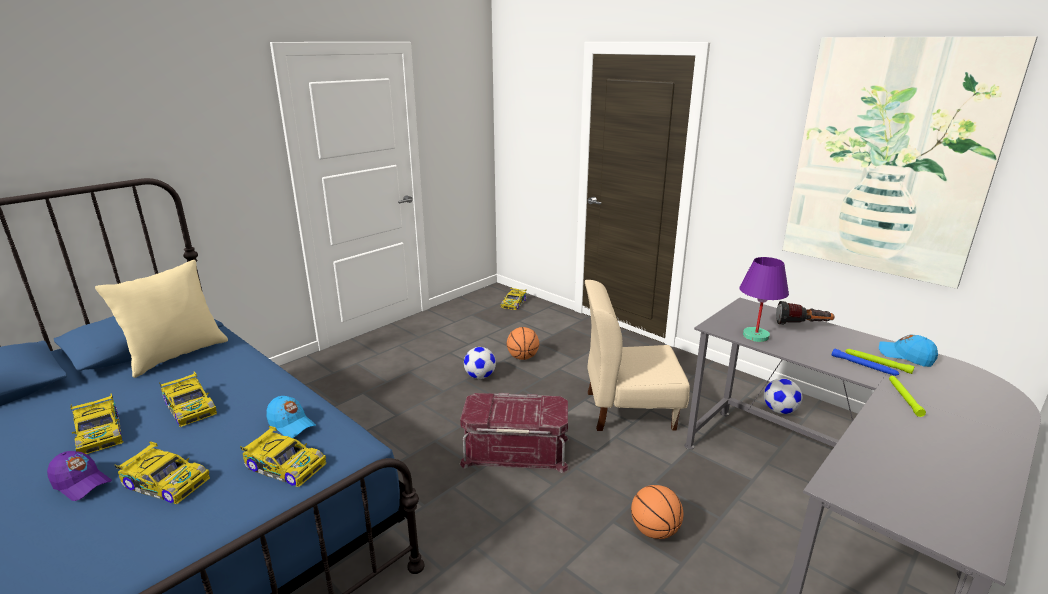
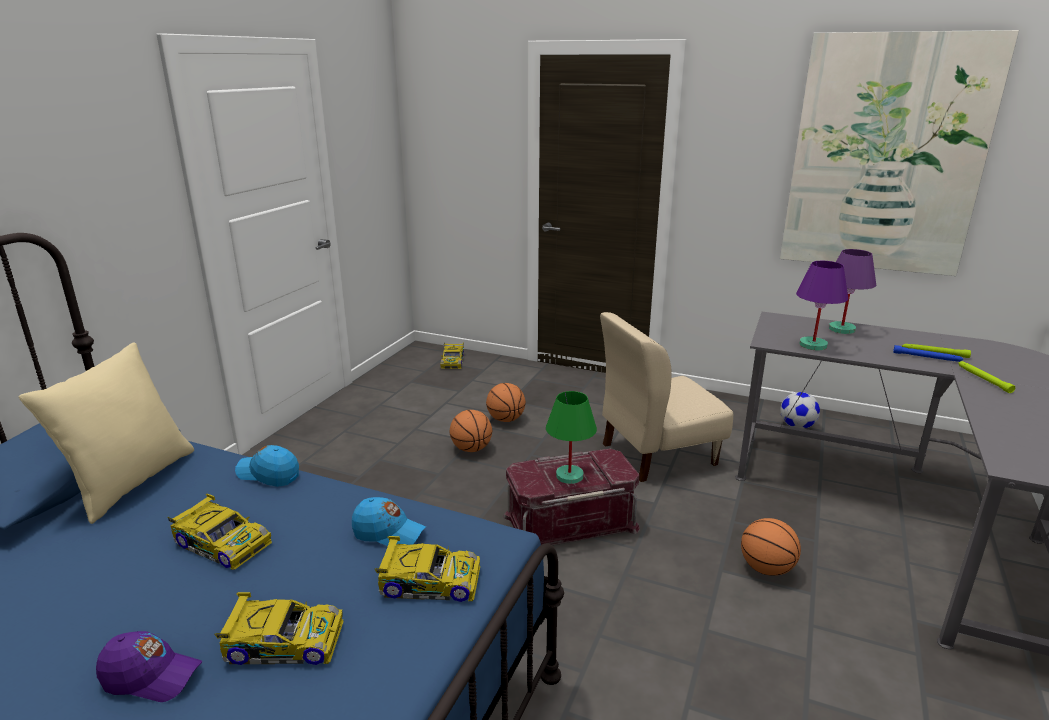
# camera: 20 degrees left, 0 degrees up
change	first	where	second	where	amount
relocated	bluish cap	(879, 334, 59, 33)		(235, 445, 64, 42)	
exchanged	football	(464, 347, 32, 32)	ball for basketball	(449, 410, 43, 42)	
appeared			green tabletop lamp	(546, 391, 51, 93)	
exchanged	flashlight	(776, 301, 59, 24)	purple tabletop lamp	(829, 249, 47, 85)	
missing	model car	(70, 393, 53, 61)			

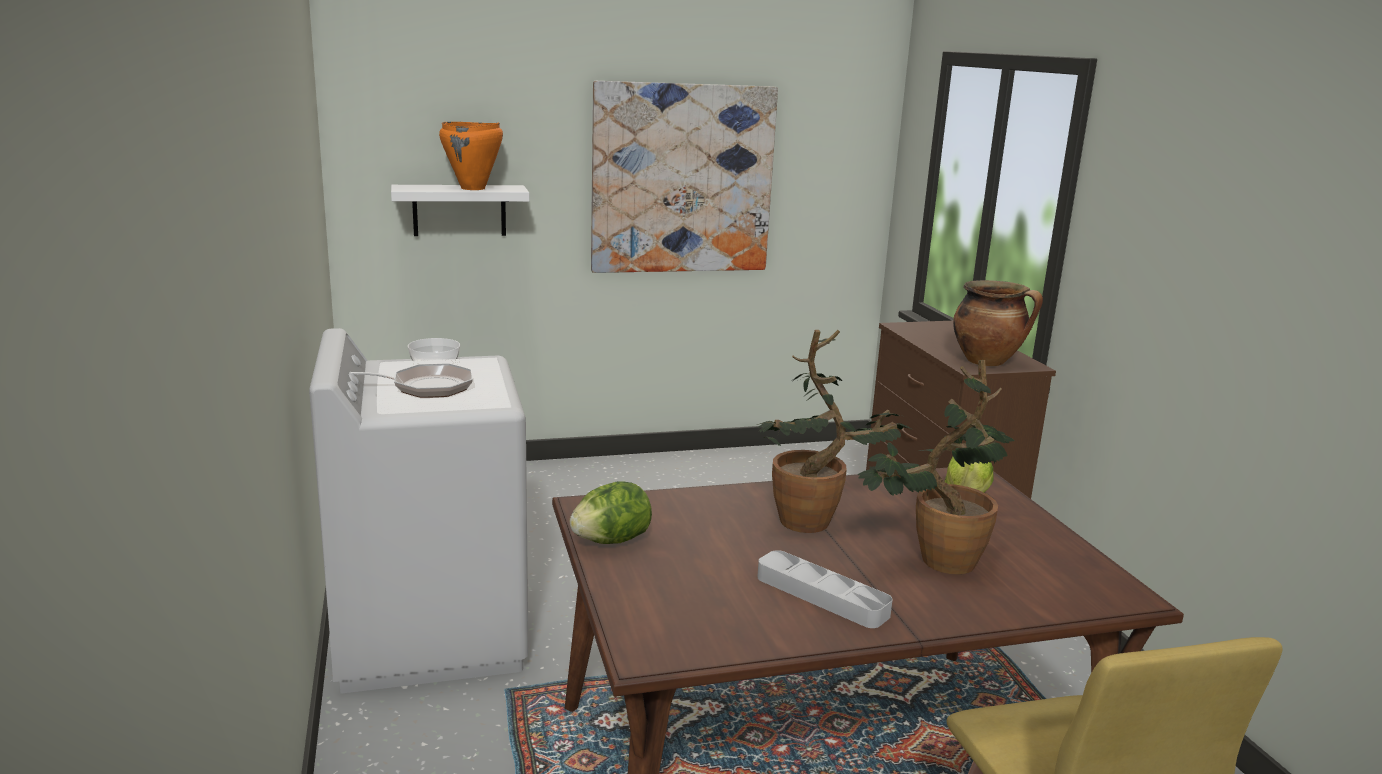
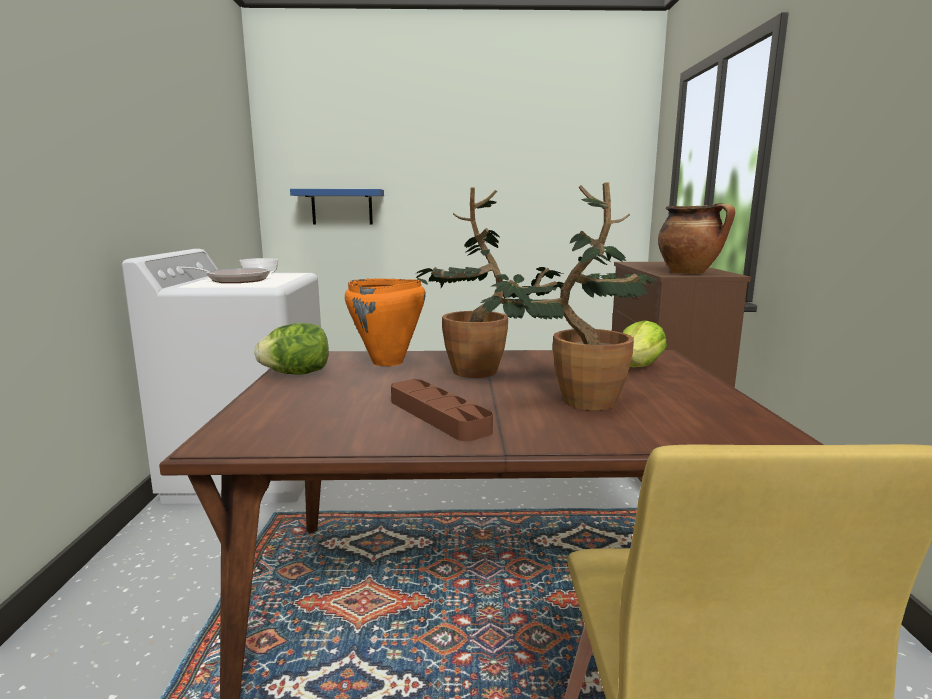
# camera: 15 degrees right, 5 degrees down
change	first	where	second	where	amount
colour	whitish wall shelf	(391, 185, 138, 51)	bluish wall shelf	(290, 189, 94, 35)	
relocated	orange stockpot	(439, 122, 64, 68)		(345, 279, 81, 87)	
colour	gray tray	(757, 550, 136, 78)	brown-coloured tray	(391, 379, 102, 62)	
missing	wall art	(591, 81, 187, 192)			

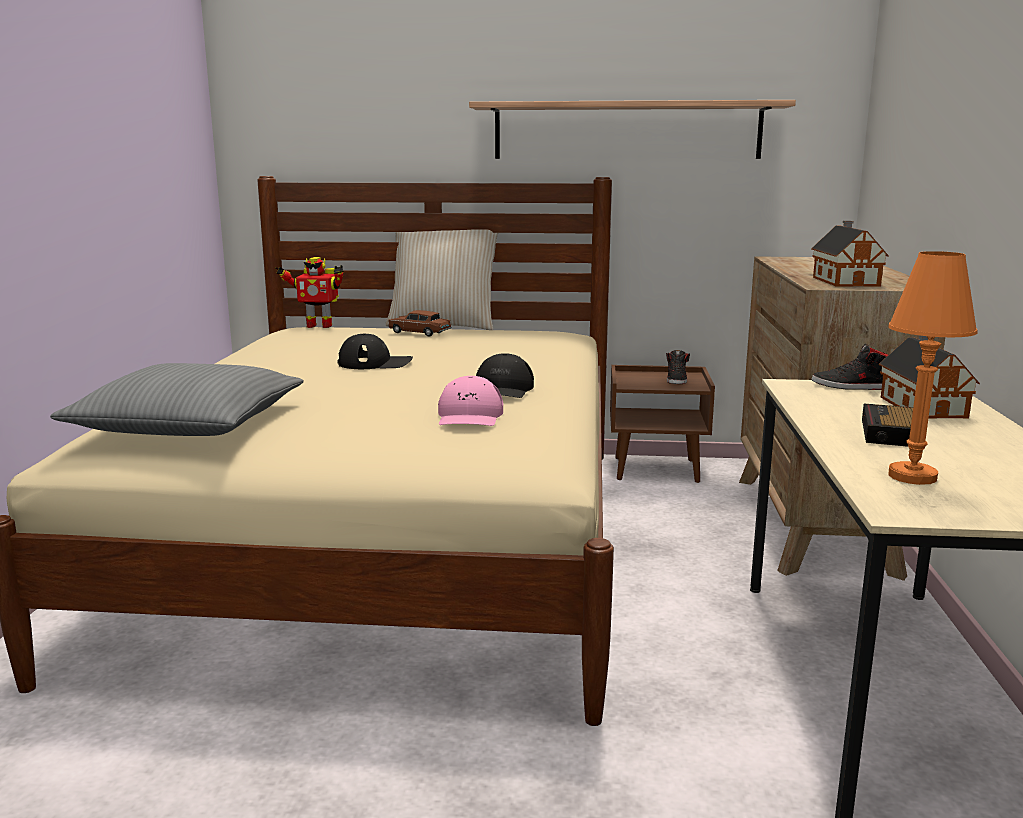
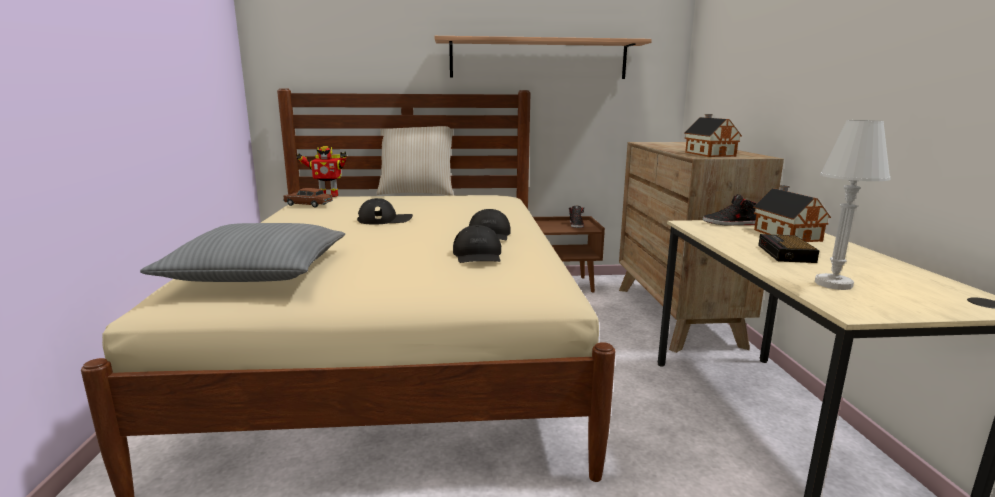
# camera: 10 degrees left, 0 degrees up
change	first	where	second	where	amount
relocated	brown-coloured model car	(388, 310, 64, 27)		(283, 188, 50, 19)	
colour	pinkish cap	(438, 376, 65, 50)	black-coloured cap	(453, 225, 48, 38)	
colour	orange tabletop lamp	(888, 251, 90, 234)	whitish tabletop lamp	(815, 120, 76, 170)	

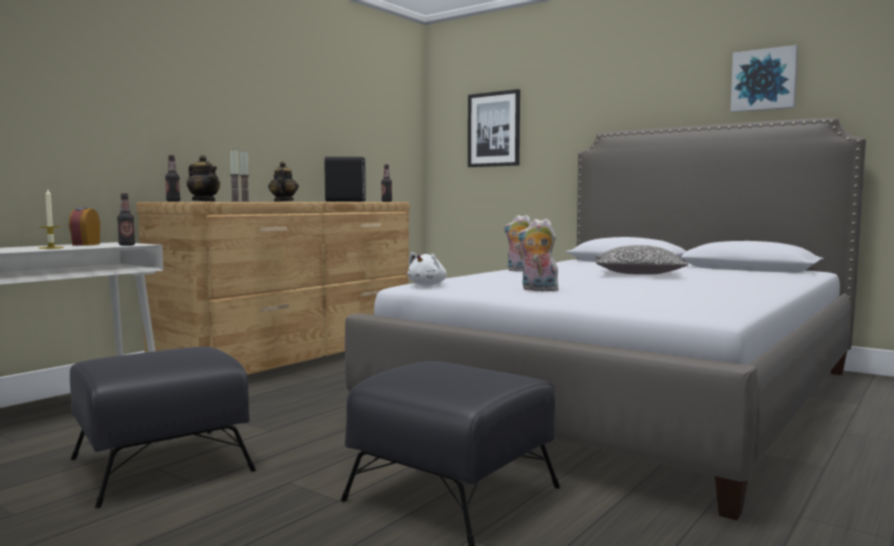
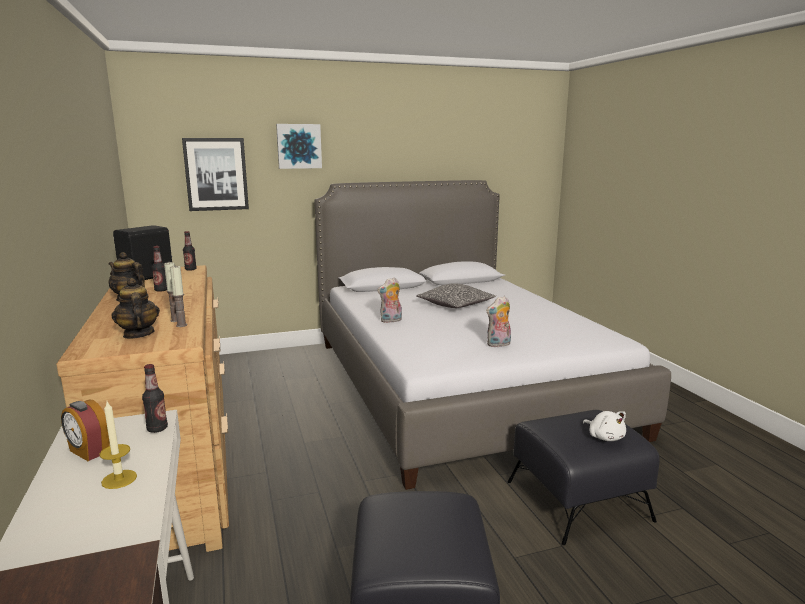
# camera: 55 degrees left, 10 degrees up
change	first	where	second	where	amount
spun	teapot	(187, 155, 33, 47)		(111, 278, 49, 61)	105 degrees counterclockwise
relocated	beverage bottle	(165, 155, 15, 47)		(152, 246, 15, 46)	
relocated	wall art	(731, 45, 67, 67)		(276, 124, 46, 45)	
relocated	whitish soft toy	(407, 252, 40, 33)		(583, 411, 43, 30)	

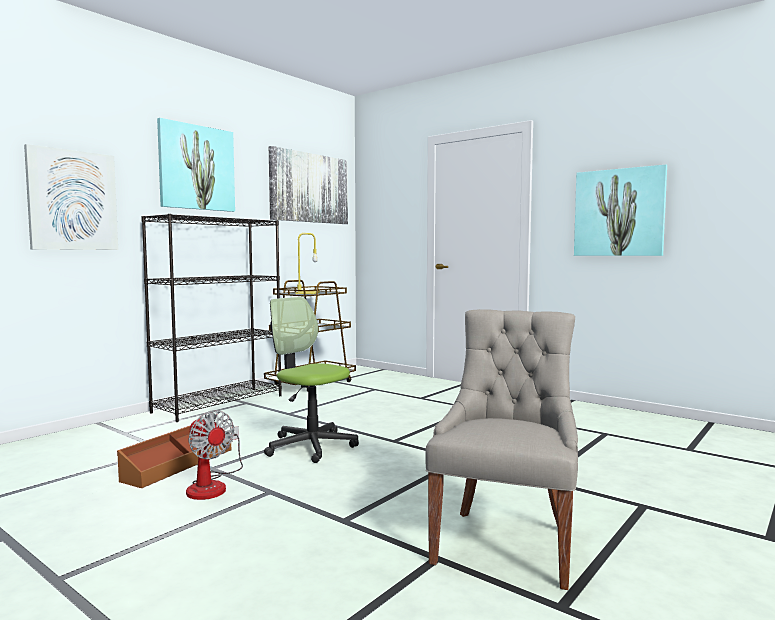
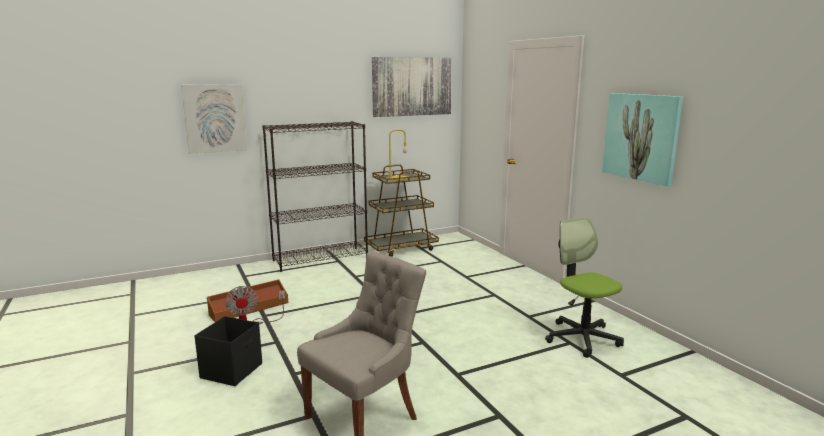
# camera: 25 degrees right, 10 degrees up
change	first	where	second	where	amount
appeared			black-coloured storage container	(195, 316, 67, 70)	
relocated	desk chair	(264, 297, 95, 166)		(545, 217, 79, 141)	
missing	wall art	(157, 118, 78, 94)			

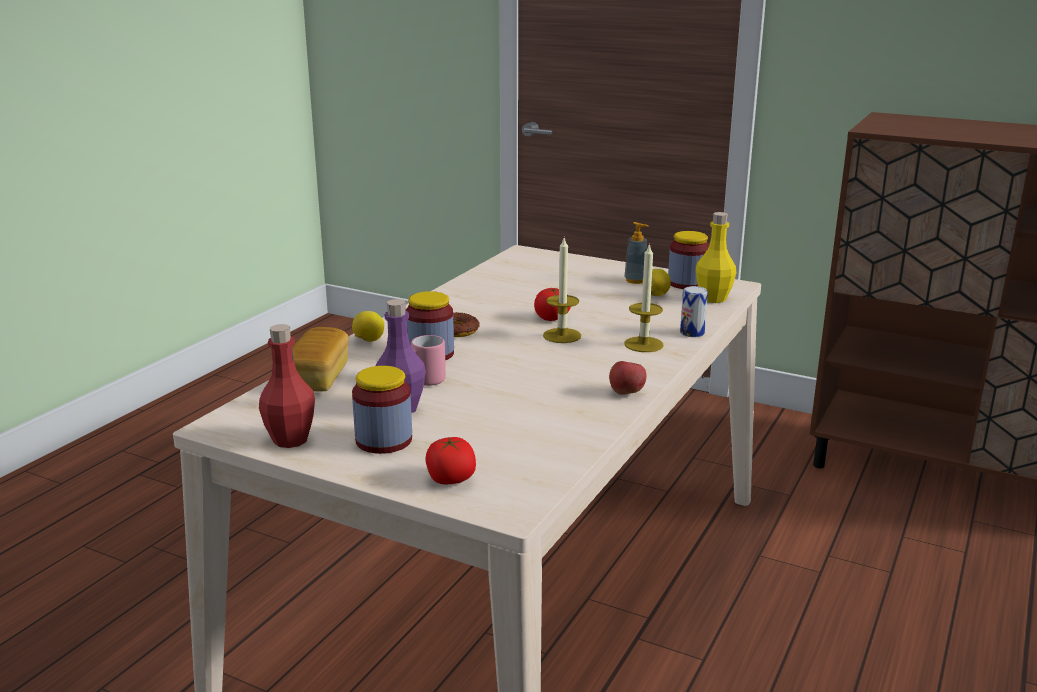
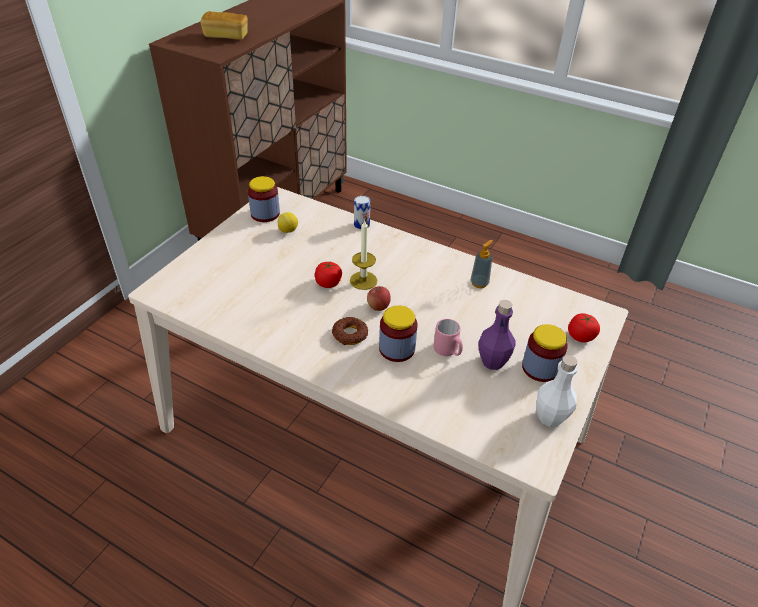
# camera: 90 degrees left, 20 degrees up
change	first	where	second	where	amount
relocated	bread	(292, 327, 57, 64)		(200, 11, 48, 29)	
relocated	apple	(609, 361, 38, 34)		(367, 286, 24, 25)	
relocated	soap dispenser	(624, 222, 25, 62)		(471, 240, 22, 48)	
colour	reddish beverage bottle	(259, 324, 56, 124)	whitish beverage bottle	(536, 355, 41, 72)	
missing	citrus fruit	(352, 311, 32, 31)			
missing	candle	(624, 243, 40, 109)			
missing	yellowish beverage bottle	(696, 212, 40, 91)			

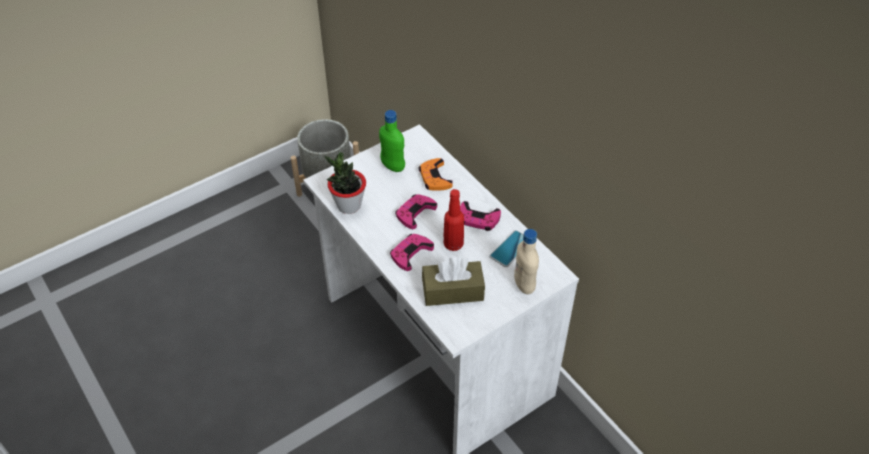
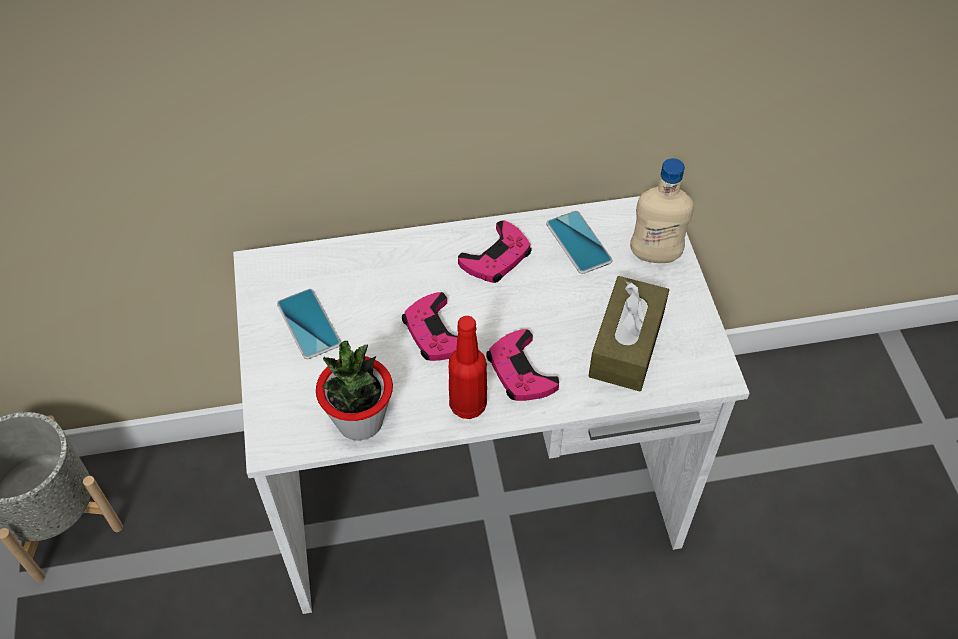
# camera: 65 degrees left, 5 degrees up
change	first	where	second	where	amount
exchanged	green beverage bottle	(379, 110, 26, 62)	handset	(277, 289, 64, 70)	
relocated	reddish beverage bottle	(443, 189, 21, 62)		(449, 316, 38, 103)	
missing	orange game controller	(418, 158, 35, 33)			

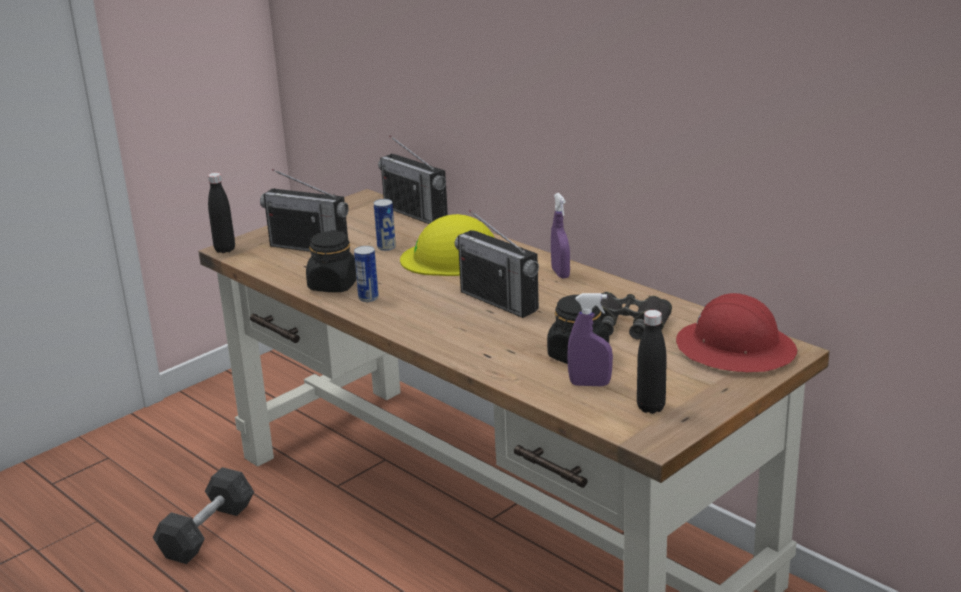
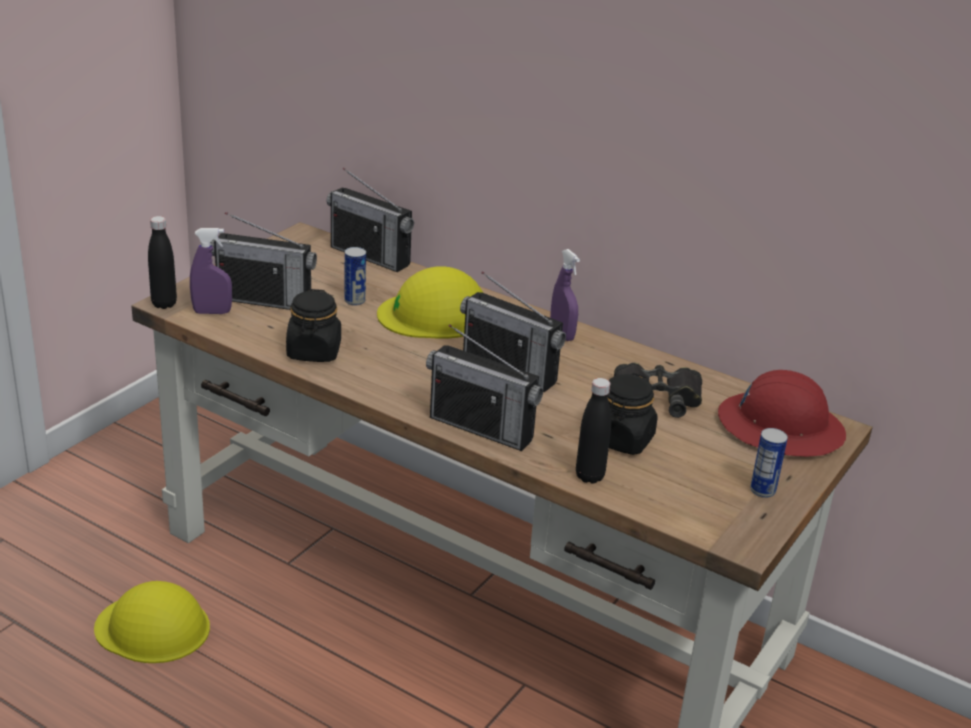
# camera: 15 degrees left, 5 degrees up
change	first	where	second	where	amount
exchanged	gray hand weight	(153, 467, 101, 97)	yellowish work helmet	(94, 581, 116, 82)	
relocated	purple hand sprayer	(567, 293, 46, 93)		(190, 228, 42, 86)	
appeared			radio receiver	(426, 324, 117, 127)	
relocated	black-coloured beverage bottle	(637, 310, 30, 104)		(576, 378, 35, 106)	
relocated	metal can	(354, 246, 25, 56)		(750, 428, 38, 70)	

